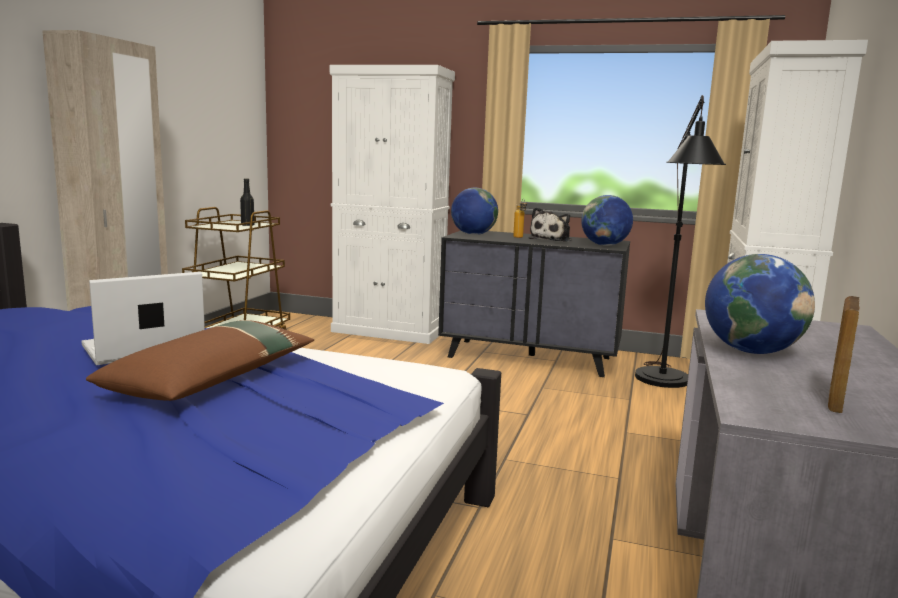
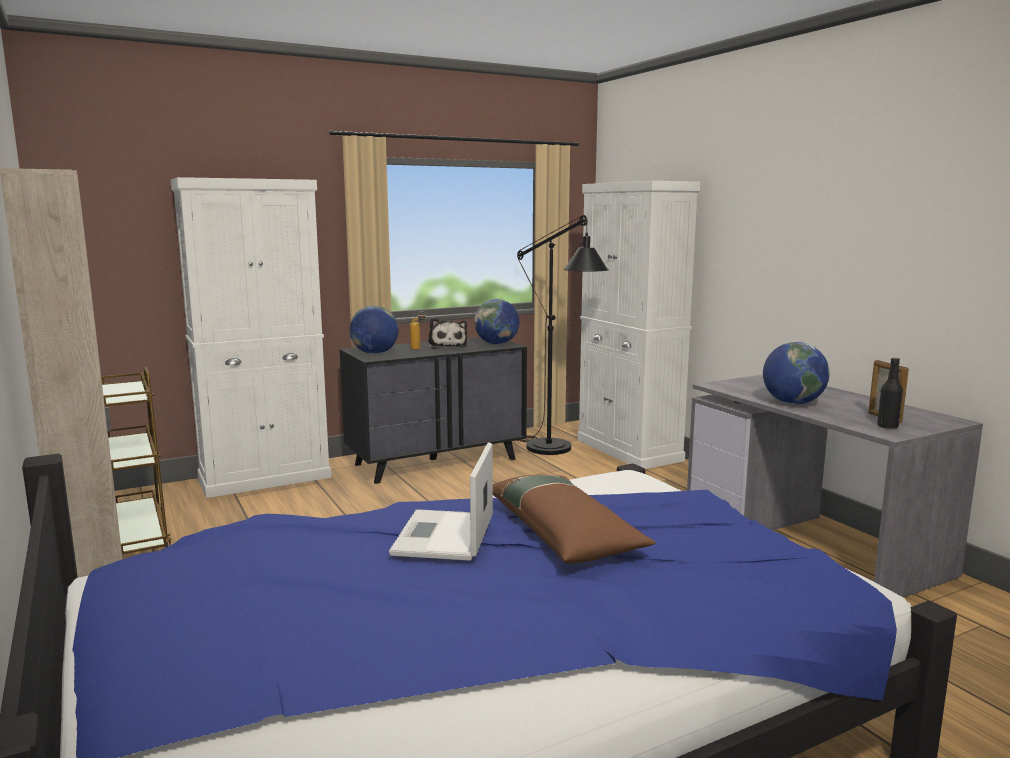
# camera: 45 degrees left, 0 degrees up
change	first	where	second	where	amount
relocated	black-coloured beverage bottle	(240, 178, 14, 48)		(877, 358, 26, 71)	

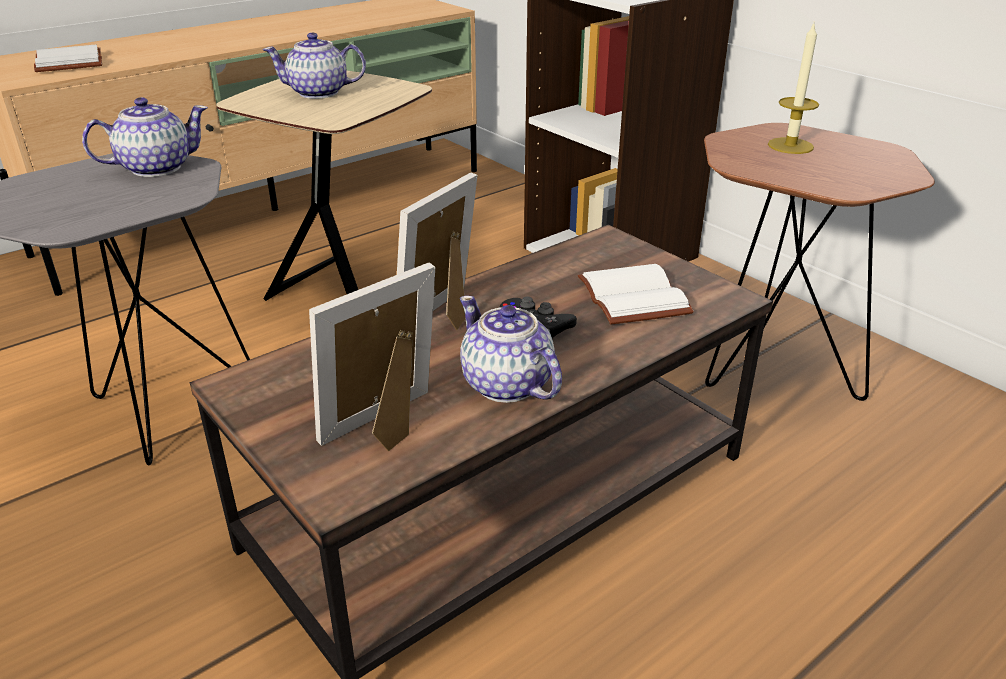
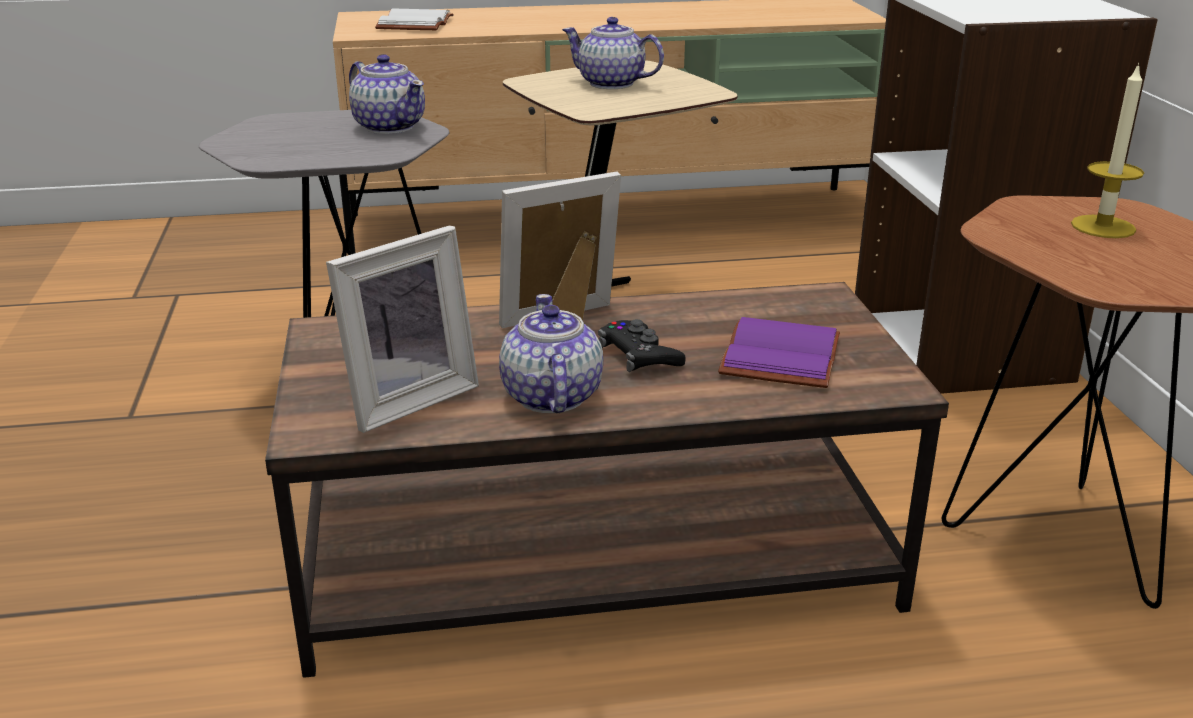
# camera: 30 degrees right, 5 degrees down
change	first	where	second	where	amount
spun	photo frame	(309, 263, 126, 188)		(326, 225, 153, 208)	150 degrees clockwise
spun	teapot	(82, 97, 126, 80)		(349, 54, 76, 80)	45 degrees clockwise
colour	whitish volume	(578, 264, 116, 61)	purple volume	(718, 317, 122, 71)	

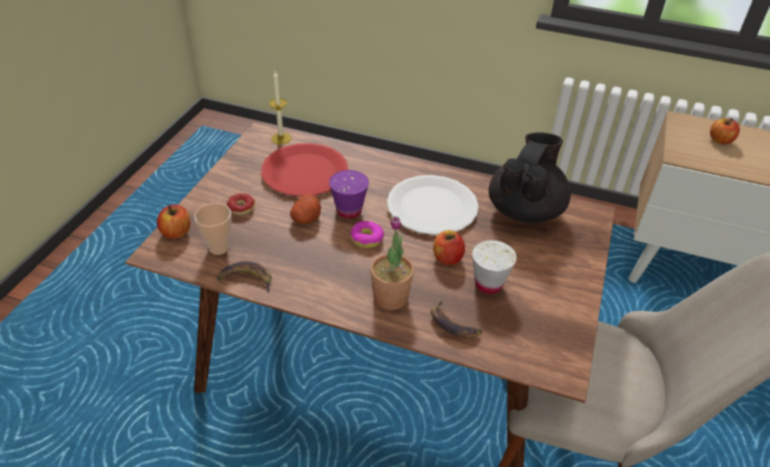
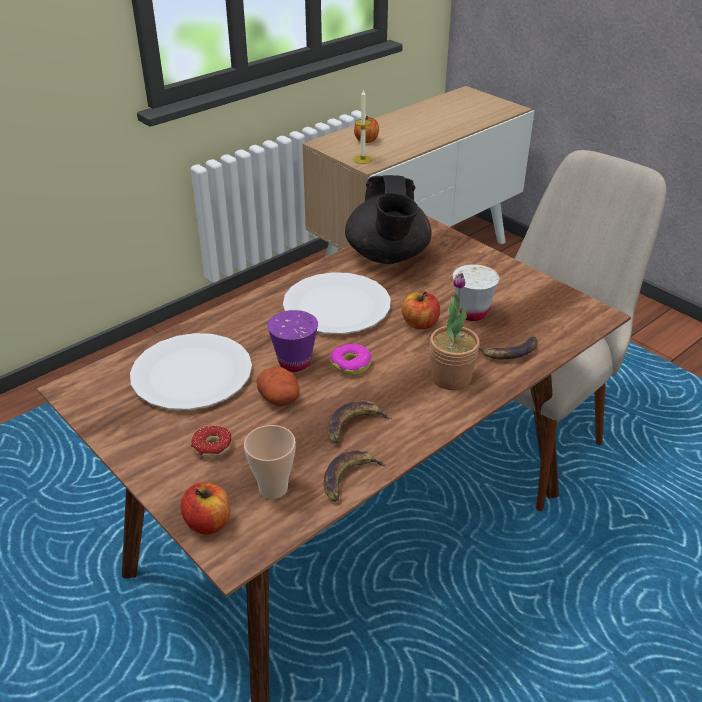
# camera: 60 degrees left, 5 degrees down
change	first	where	second	where	amount
colour	reddish dinner plate	(261, 143, 87, 54)	whitish dinner plate	(130, 333, 122, 77)	
appeared			banana	(327, 400, 65, 43)	
spun	black-coloured teapot	(489, 132, 82, 91)		(345, 175, 86, 89)	150 degrees counterclockwise
relocated	candle	(269, 71, 22, 74)		(353, 89, 19, 75)	

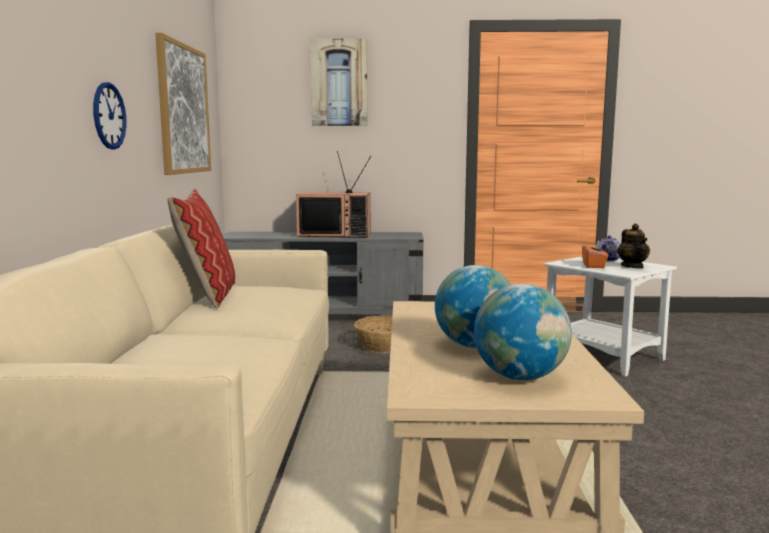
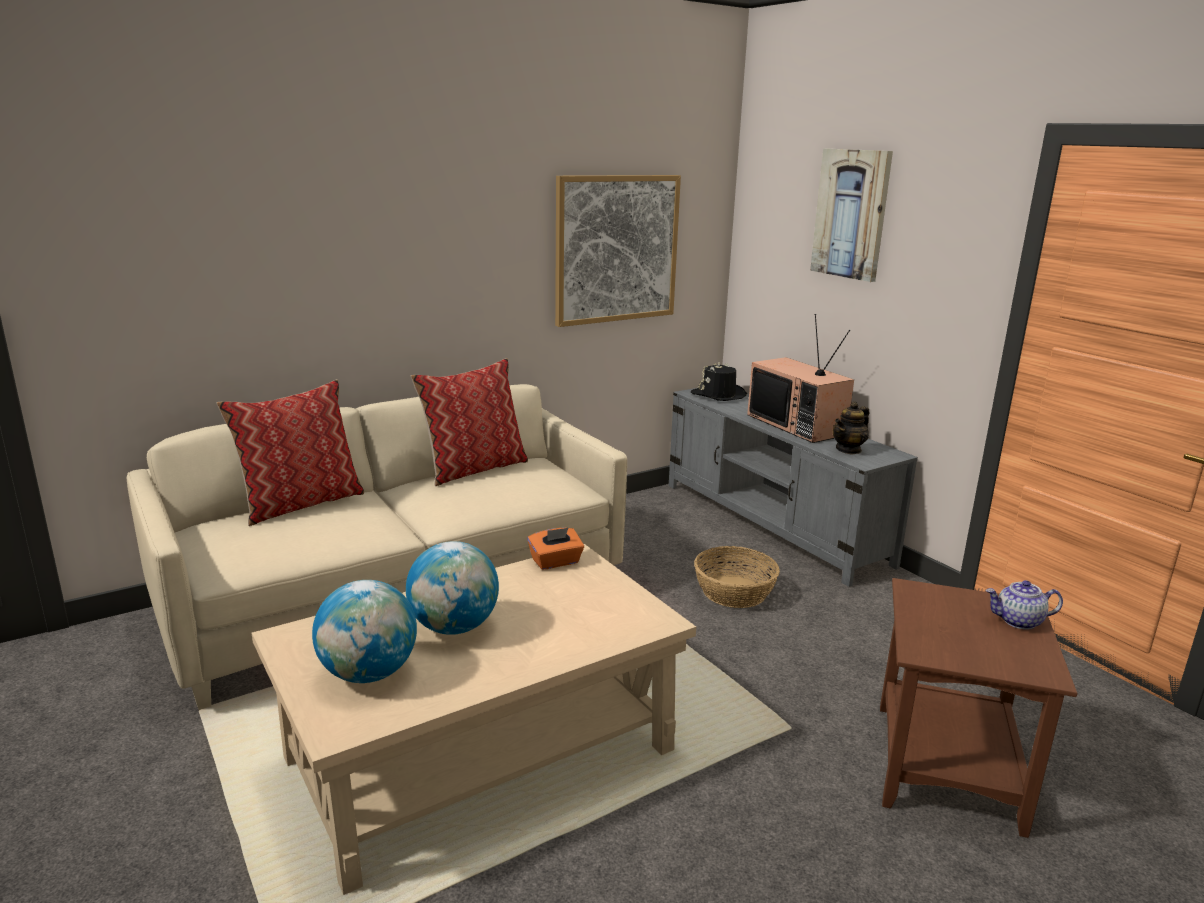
# camera: 55 degrees right, 10 degrees up
change	first	where	second	where	amount
appeared			throw pillow	(216, 379, 148, 147)	
relocated	orange tissue box	(582, 240, 26, 28)		(527, 528, 57, 42)	
appeared			black-coloured clothing hat	(691, 362, 56, 39)	
relocated	teapot	(617, 224, 33, 44)		(833, 401, 36, 53)	
colour	whitish accent table	(543, 256, 134, 121)	brown-coloured accent table	(880, 578, 197, 260)	
missing	hanging clock	(93, 82, 33, 68)			

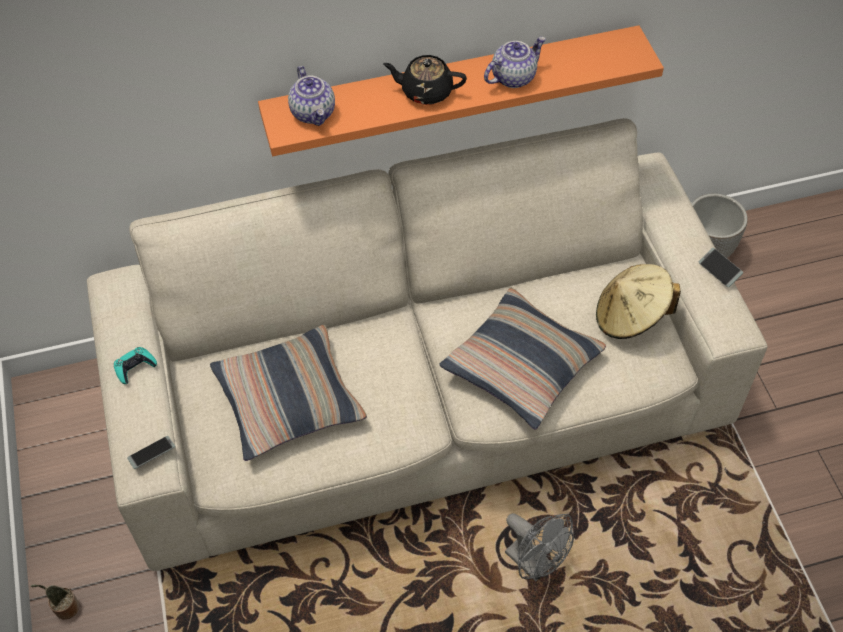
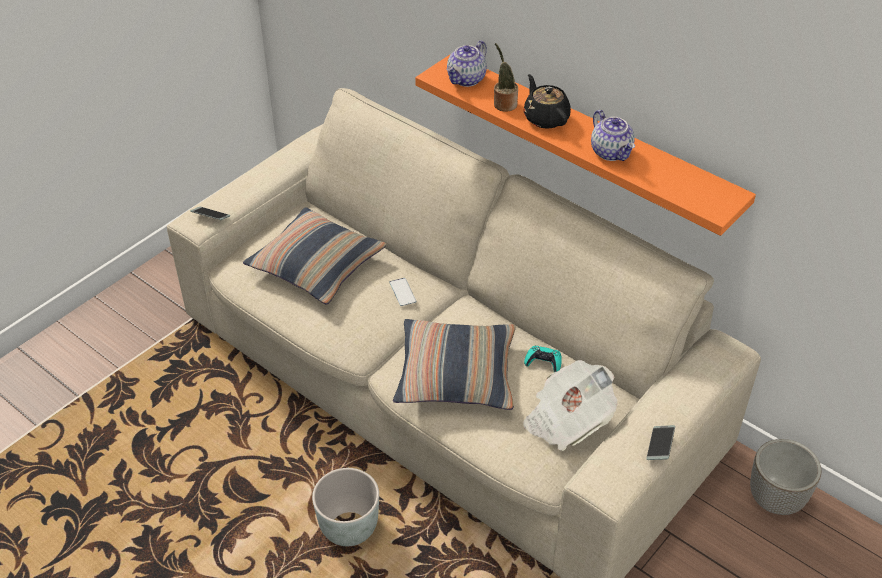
# camera: 55 degrees right, 10 degrees down
change	first	where	second	where	amount
exchanged	gray electric fan	(505, 513, 69, 69)	gray flower pot	(312, 468, 67, 78)	
appeared			handset	(389, 278, 27, 28)	
relocated	houseplant	(31, 585, 48, 34)		(494, 43, 24, 69)	
exchanged	beige clothing hat	(596, 264, 85, 75)	newspaper	(523, 360, 94, 91)	
relocated	blue-green game controller	(114, 347, 43, 37)		(524, 346, 38, 26)	
spun	teapot	(484, 37, 62, 51)		(591, 110, 44, 51)	45 degrees clockwise

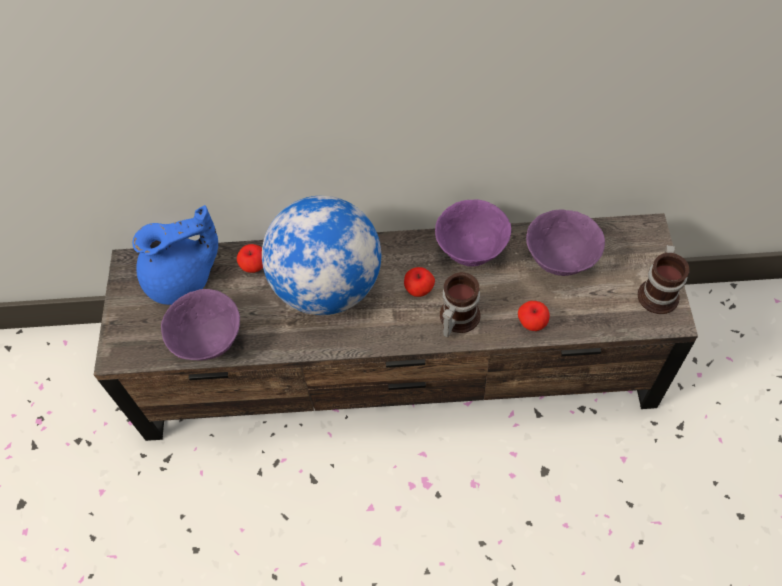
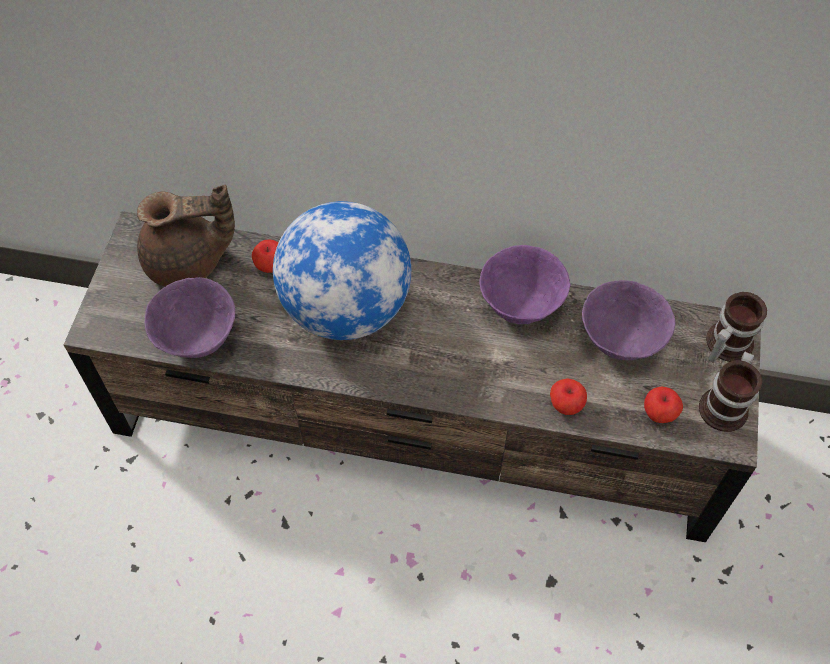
# camera: 10 degrees right, 0 degrees up
change	first	where	second	where	amount
colour	bluish teapot	(132, 205, 86, 100)	brown-coloured teapot	(137, 185, 98, 102)	
relocated	apple	(404, 267, 31, 30)		(644, 387, 39, 36)	
relocated	mug	(440, 272, 41, 66)		(706, 292, 61, 70)	

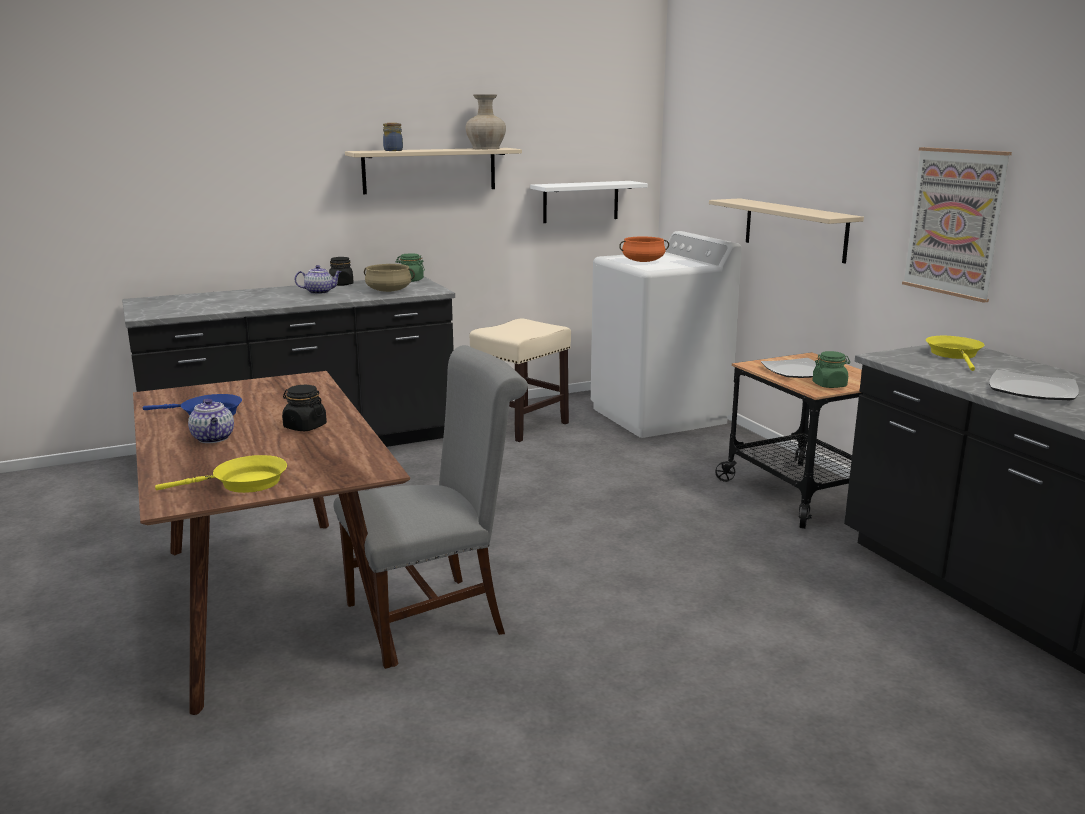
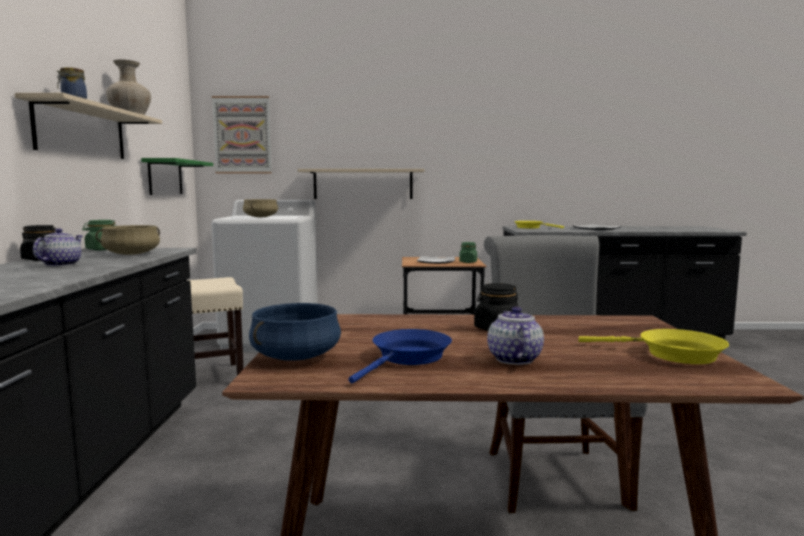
# camera: 65 degrees left, 10 degrees down
change	first	where	second	where	amount
colour	whitish wall shelf	(530, 181, 118, 42)	green wall shelf	(141, 158, 72, 37)	
relocated	wall art	(902, 147, 110, 156)		(212, 96, 60, 78)	
colour	orange stockpot	(619, 237, 50, 25)	beige stockpot	(243, 199, 35, 18)	
appeared			bluish stockpot	(249, 303, 92, 58)	
spun	teapot	(188, 399, 46, 44)		(487, 306, 57, 59)	90 degrees counterclockwise
spun	yellowish skillet	(155, 455, 132, 38)		(578, 329, 151, 35)	105 degrees clockwise

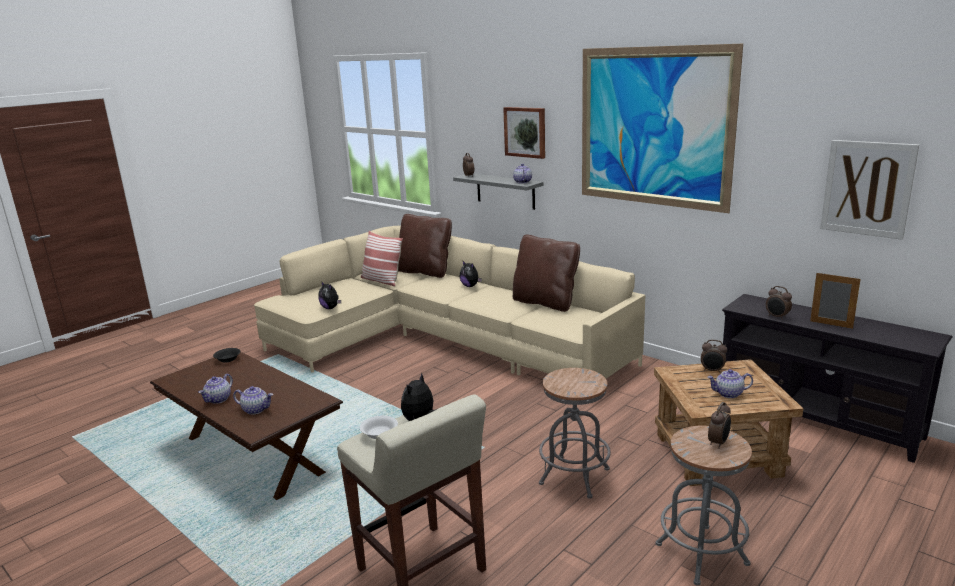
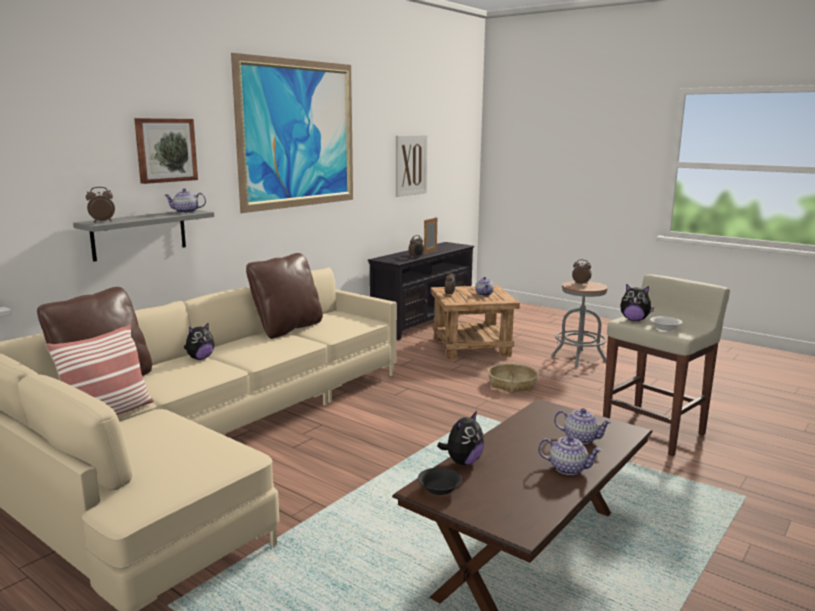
# camera: 95 degrees left, 5 degrees down
change	first	where	second	where	amount
relocated	soft toy	(319, 281, 22, 28)		(437, 411, 47, 54)	
exchanged	gray stool seat	(539, 368, 72, 131)	storage basket	(488, 364, 50, 29)	
spun	teapot	(233, 386, 40, 29)		(554, 408, 58, 36)	105 degrees clockwise

